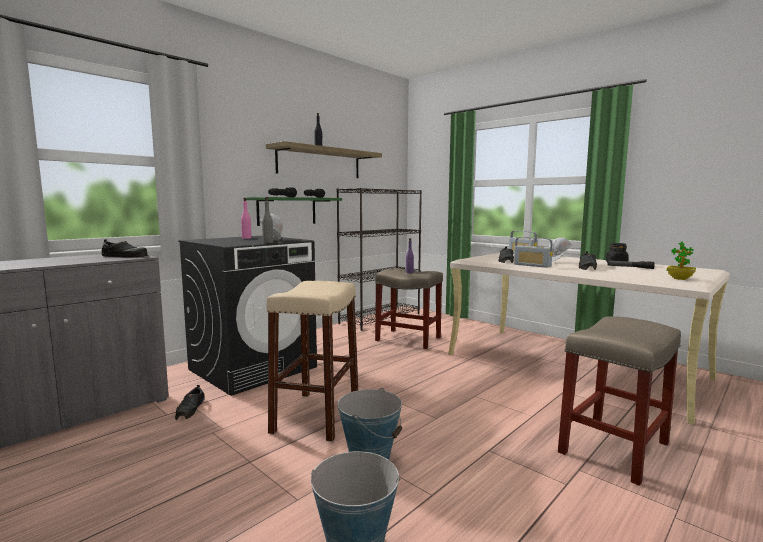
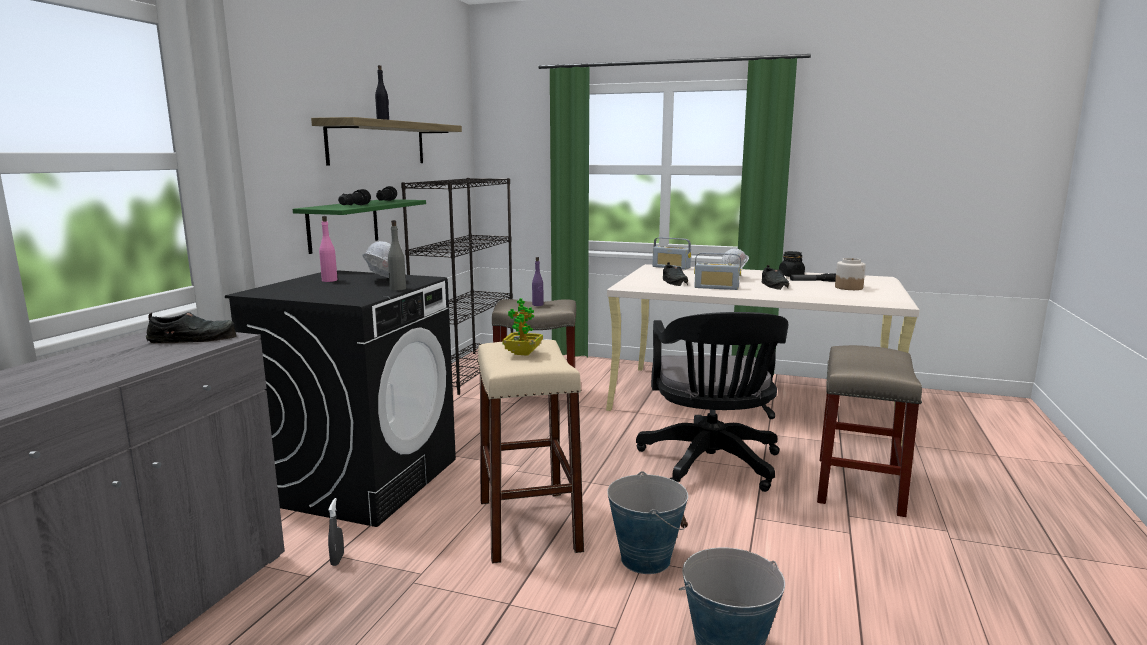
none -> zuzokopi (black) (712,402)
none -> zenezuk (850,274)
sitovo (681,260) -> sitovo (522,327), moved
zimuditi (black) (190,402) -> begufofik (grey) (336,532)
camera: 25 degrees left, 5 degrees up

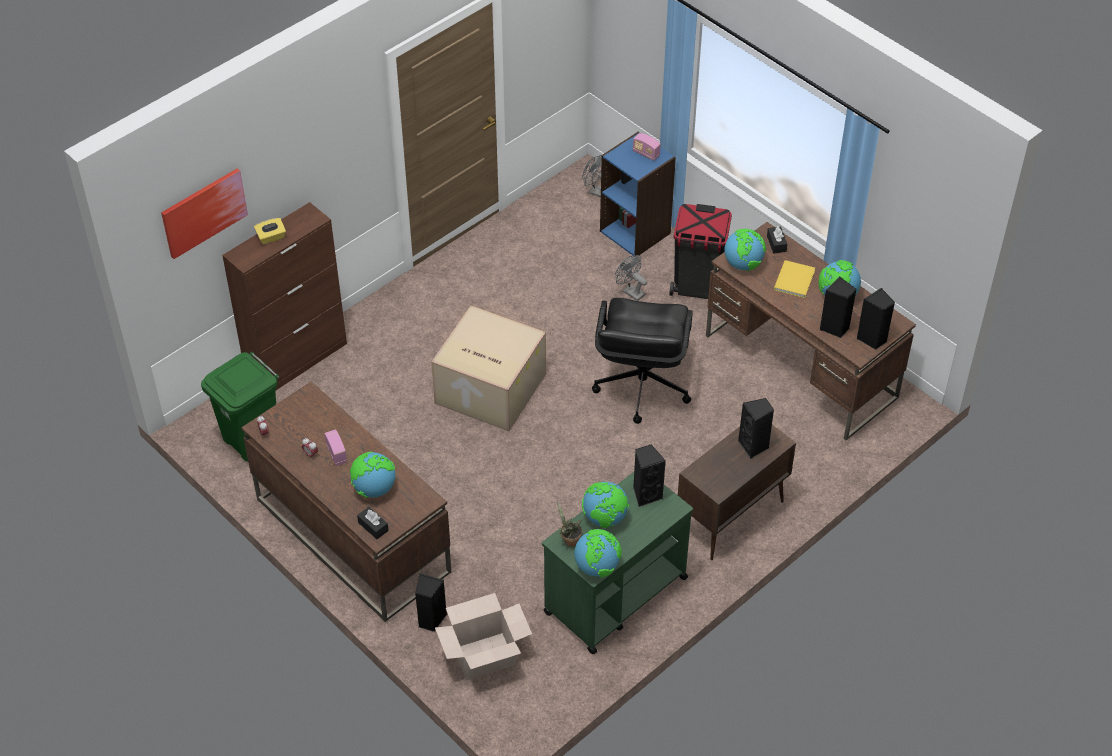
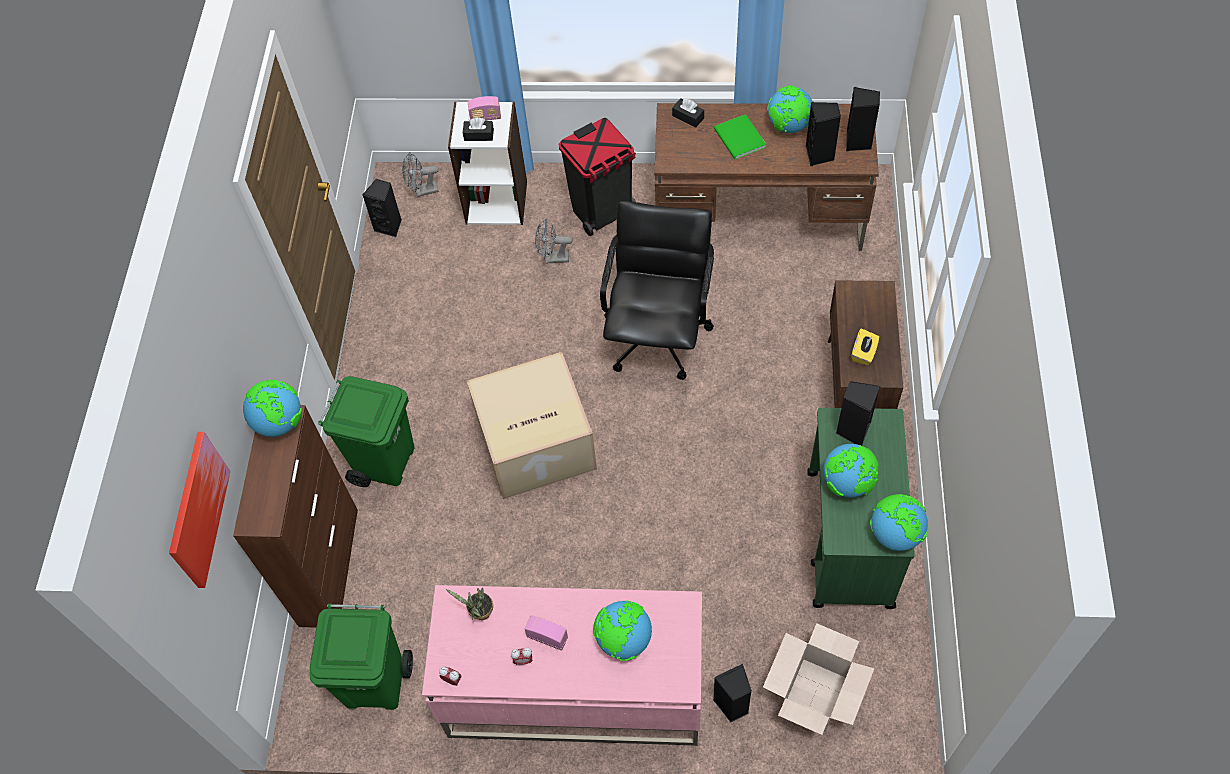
none -> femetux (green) (366,431)
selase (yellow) (270,231) -> selase (yellow) (865,346), moved
selase (black) (373,523) -> selase (black) (478,129), moved
sitovo (569,524) -> sitovo (469,604), moved
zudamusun (745,250) -> zudamusun (272,408), moved
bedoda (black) (756,428) -> bedoda (black) (382,208), moved
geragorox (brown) (346,502) -> geragorox (pink) (562,665)
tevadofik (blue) (638,194) -> tevadofik (white) (487,163)
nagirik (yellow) (794,279) -> nagirik (green) (740,136)
zuzokopi (black) (642,361) -> zuzokopi (black) (657,290), 135 degrees counterclockwise
camera: 40 degrees left, 10 degrees up

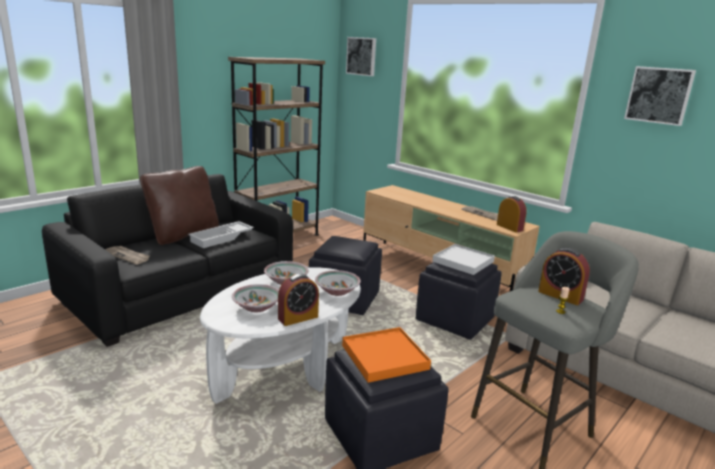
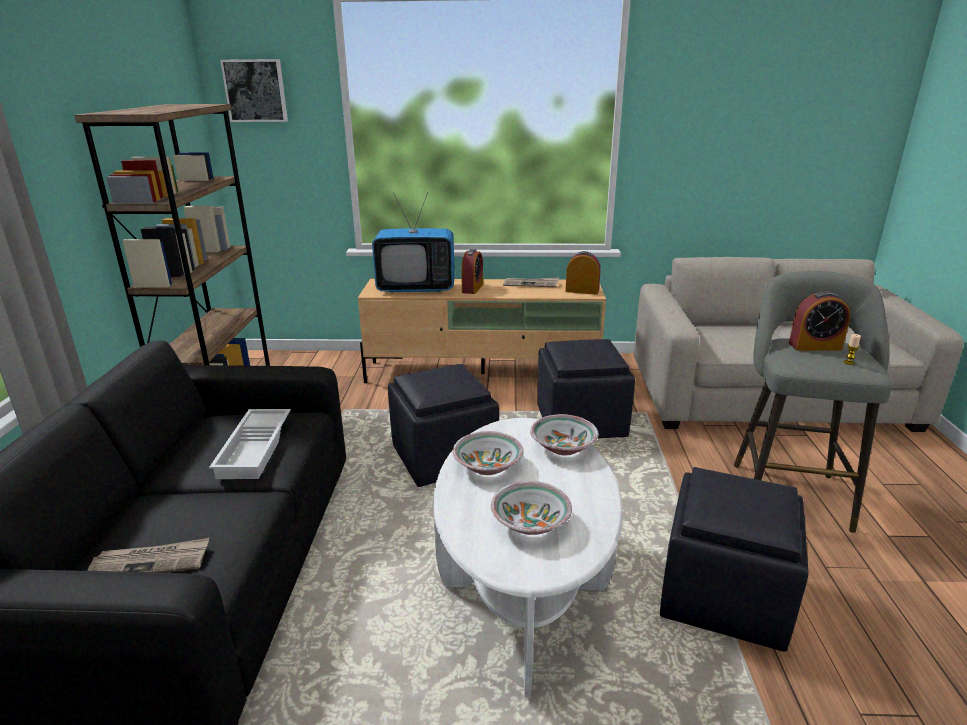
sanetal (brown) (179,205) -> none
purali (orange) (386,355) -> none
purali (white) (463,259) -> none
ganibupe (660,96) -> none
none -> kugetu (413,242)
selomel (298,300) -> selomel (472,271), moved
camera: 40 degrees left, 5 degrees up

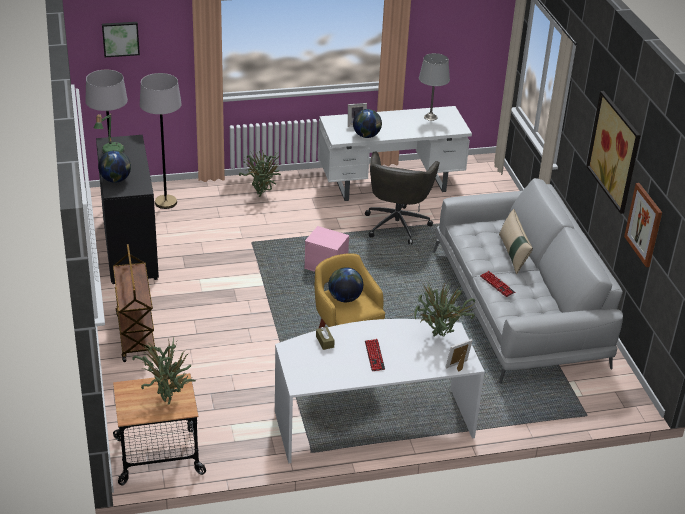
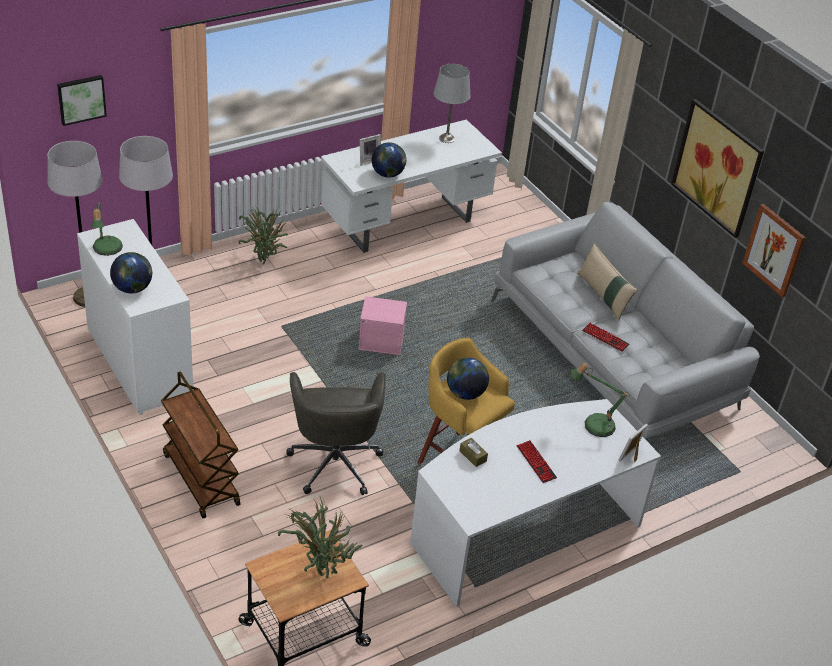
zuzokopi (grey) (402,198) -> zuzokopi (grey) (336,433), moved
sitovo (444,308) -> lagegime (600,400)
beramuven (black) (127,209) -> beramuven (white) (135,317)
camera: 20 degrees left, 5 degrees up

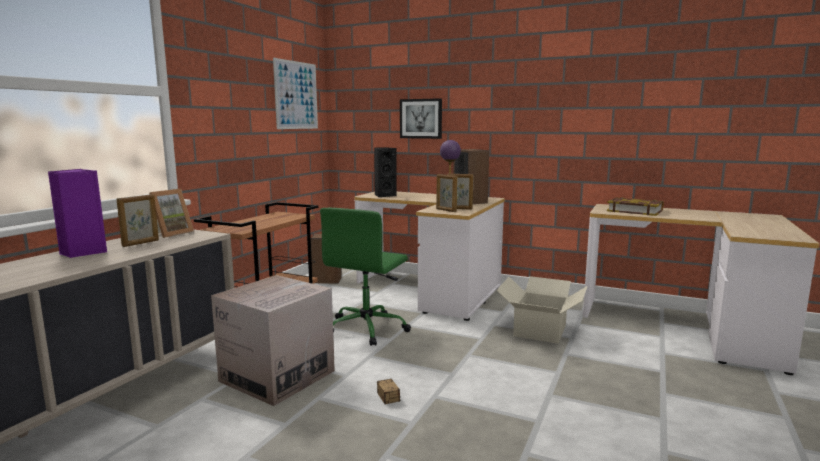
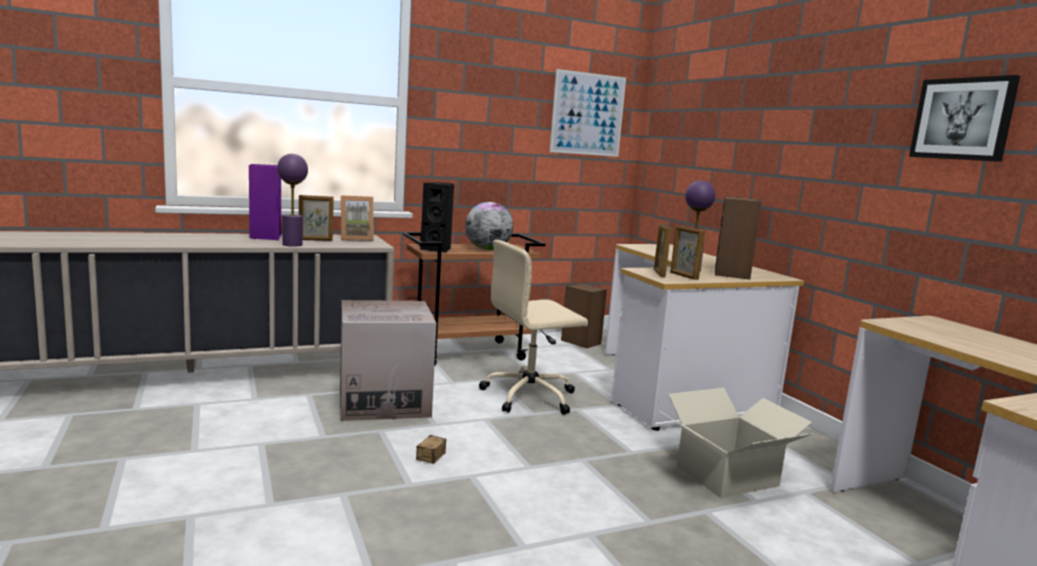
nagirik (635,206) -> none
none -> lagegime (purple) (292,200)
none -> zudamusun (489,226)
bedoda (black) (385,172) -> bedoda (black) (437,217), moved
ganibupe (421,118) -> ganibupe (964,118), moved
zuzokopi (green) (365,277) -> zuzokopi (beige) (533,327)
camera: 40 degrees right, 0 degrees up

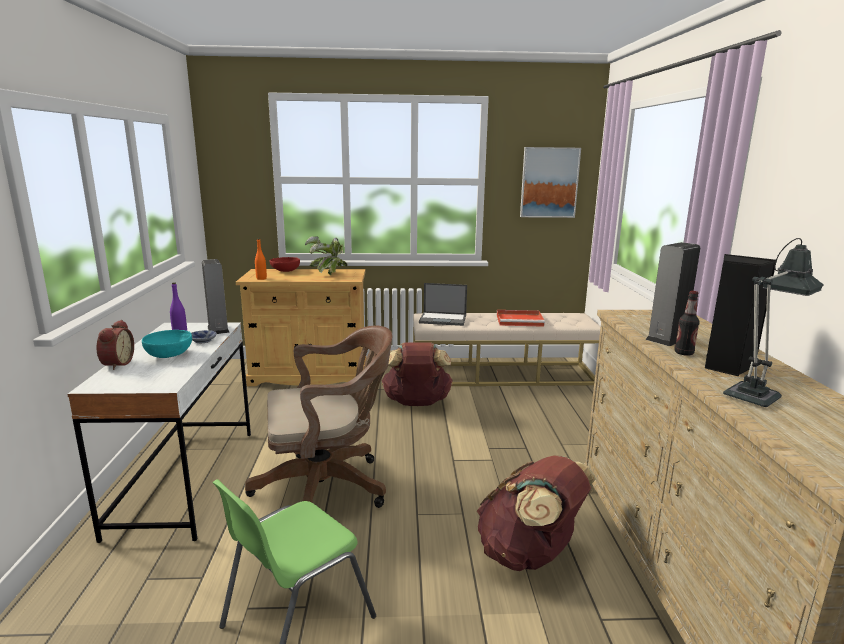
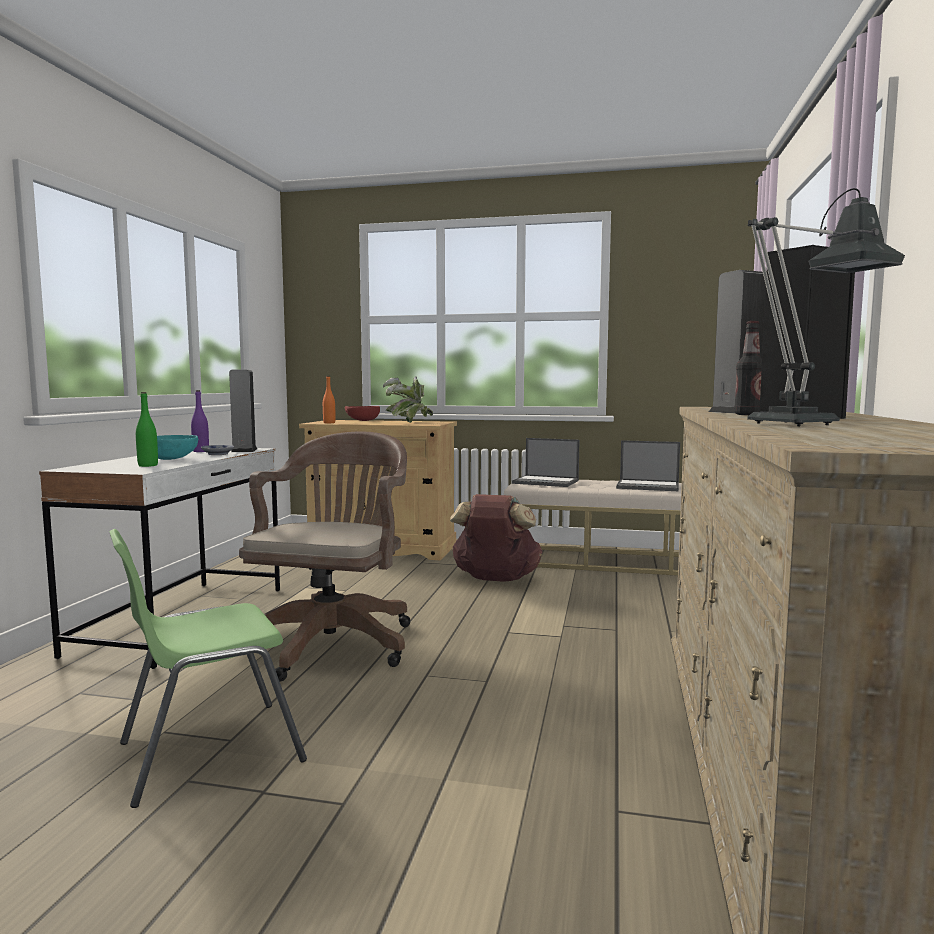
selomel (115,345) -> none
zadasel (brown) (536,513) -> none
ganibupe (550,182) -> none
none -> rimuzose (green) (147,429)
purali (red) (521,318) -> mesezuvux (648,465)
zuzokopi (brown) (319,417) -> zuzokopi (brown) (324,556), 75 degrees counterclockwise
camera: 15 degrees right, 10 degrees down

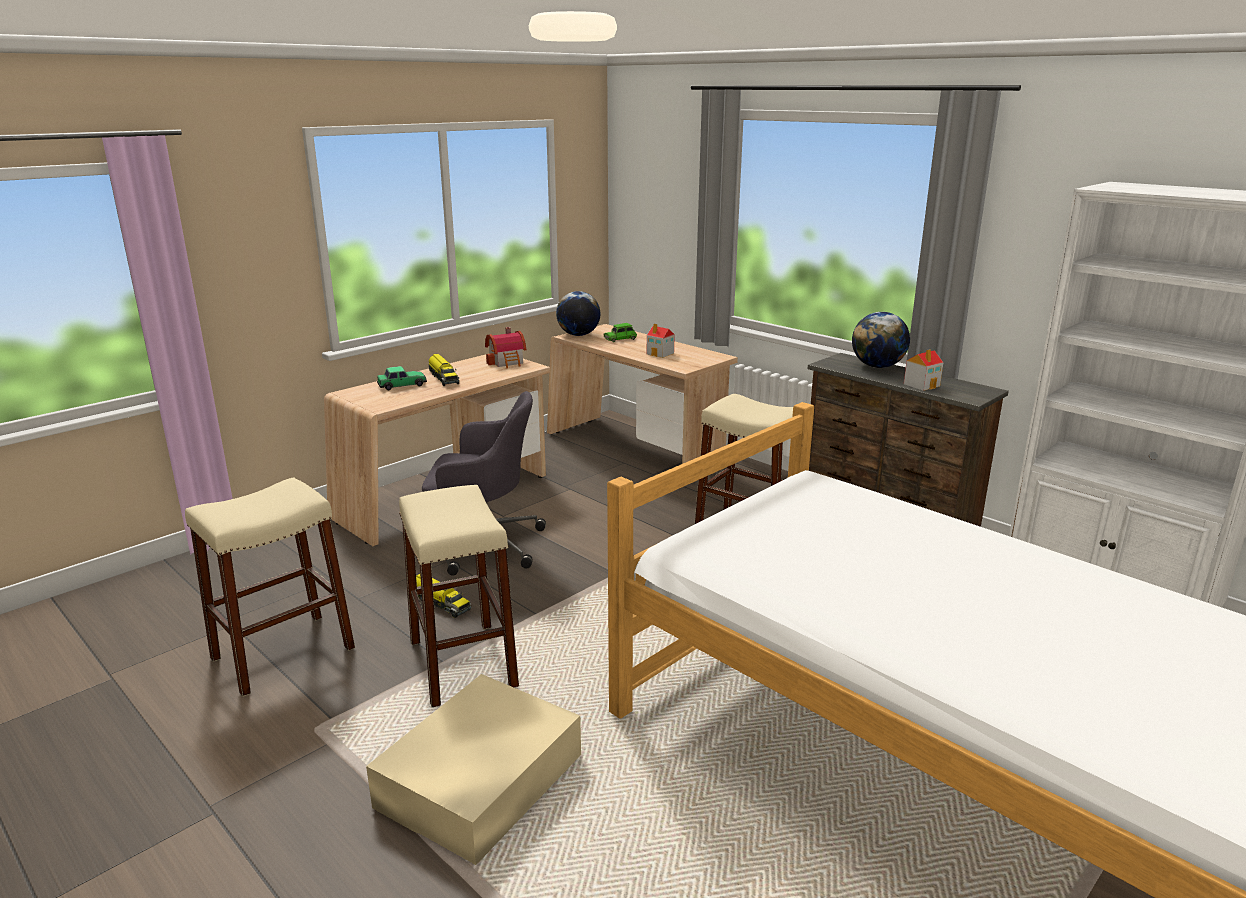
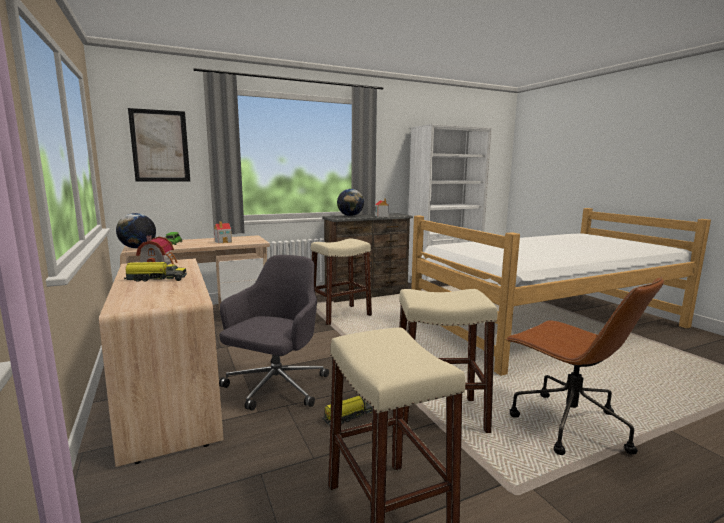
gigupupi (402,378) -> none
none -> ganibupe (159,145)
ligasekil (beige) (473,769) -> zuzokopi (brown) (584,366)
camera: 70 degrees left, 10 degrees down

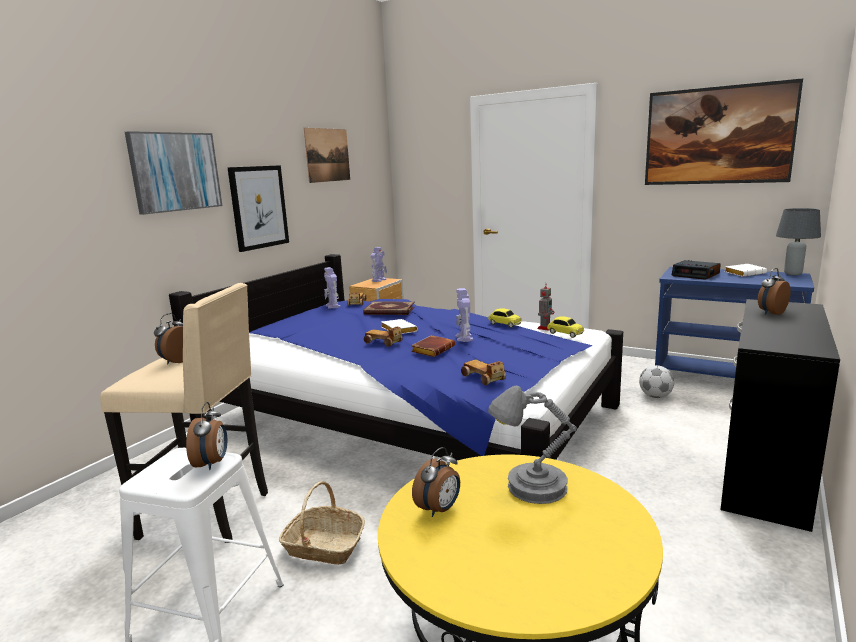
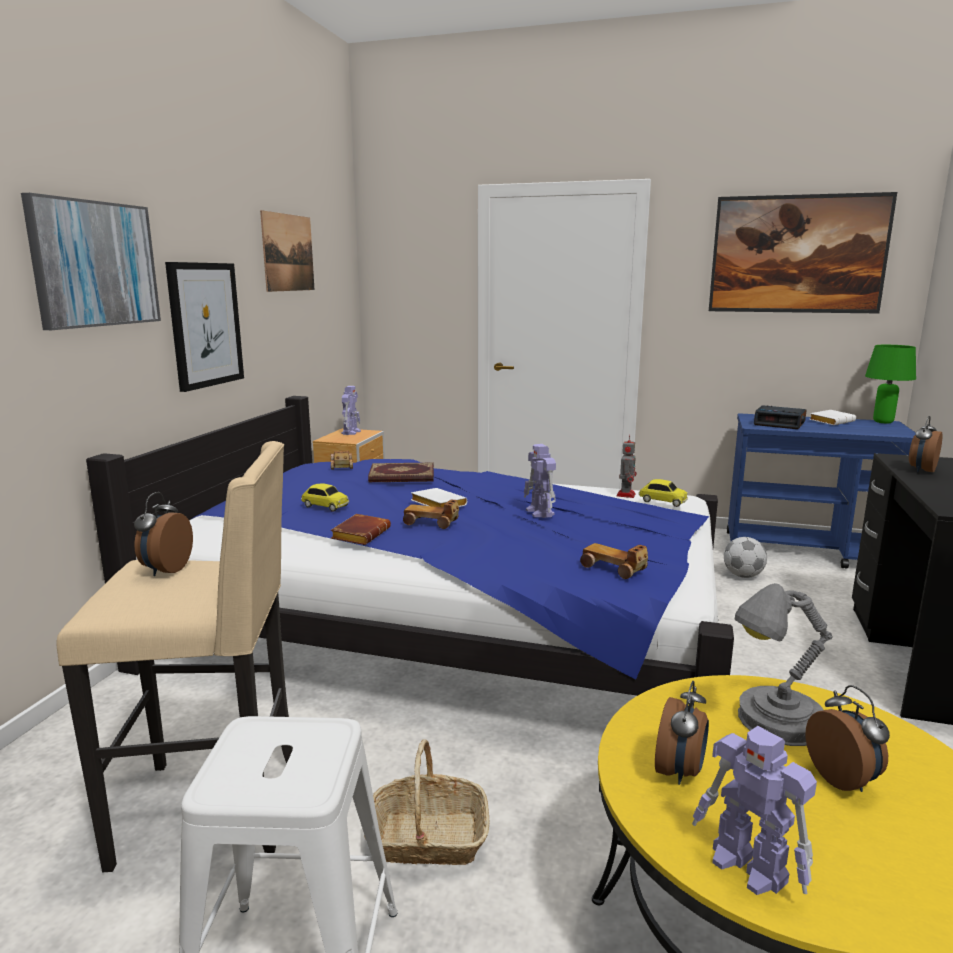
selomel (206,436) -> selomel (847,738), moved
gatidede (332,288) -> gatidede (754,810), moved
nagirik (brown) (433,346) -> nagirik (brown) (361,529), moved
gigupupi (505,318) -> gigupupi (325,497), moved
lagegime (grey) (798,241) -> lagegime (green) (890,384)
camera: 15 degrees left, 0 degrees up

